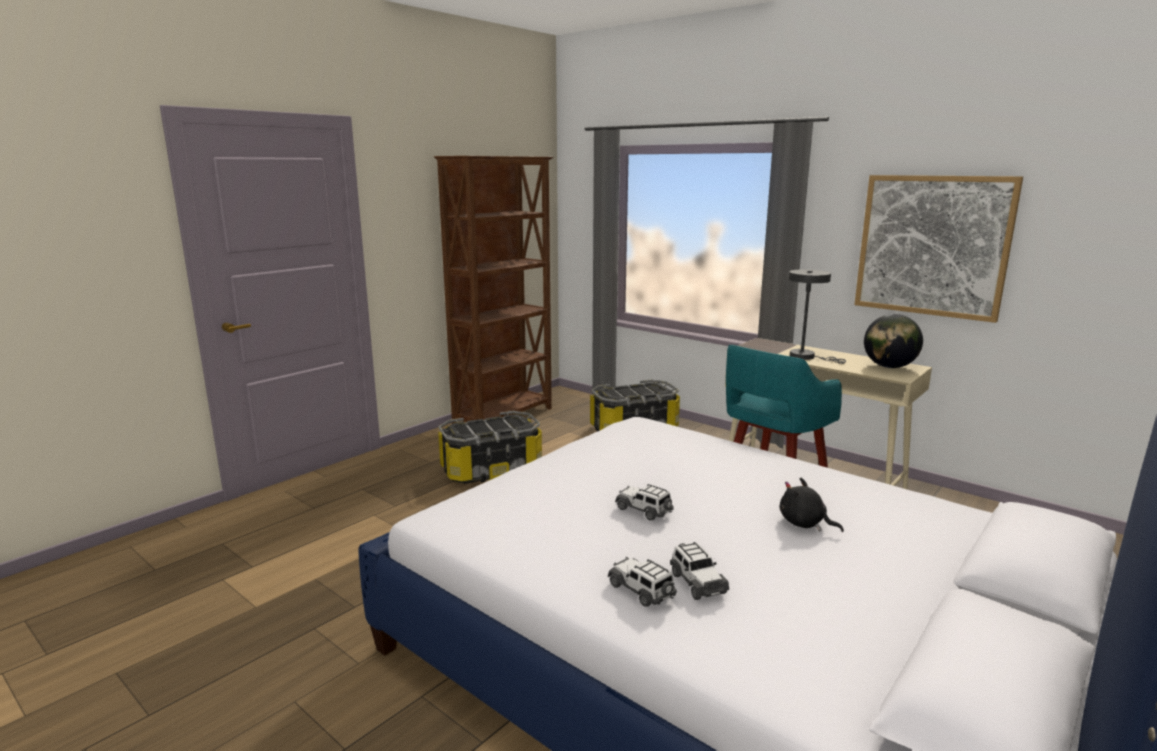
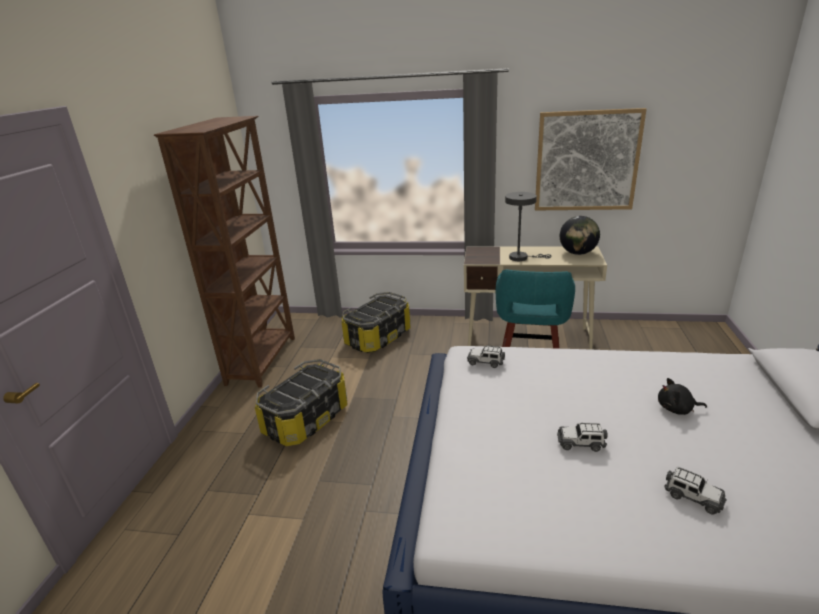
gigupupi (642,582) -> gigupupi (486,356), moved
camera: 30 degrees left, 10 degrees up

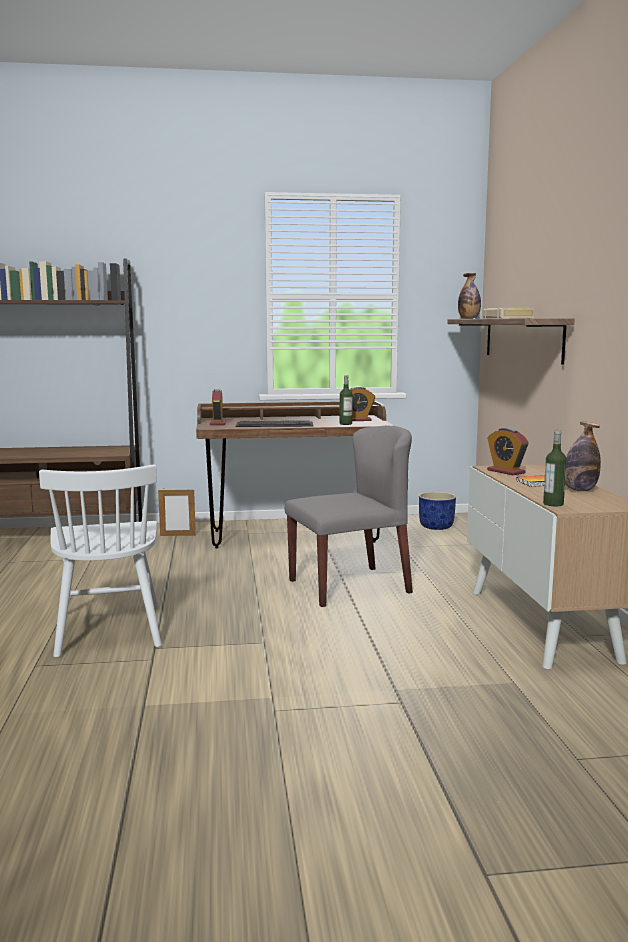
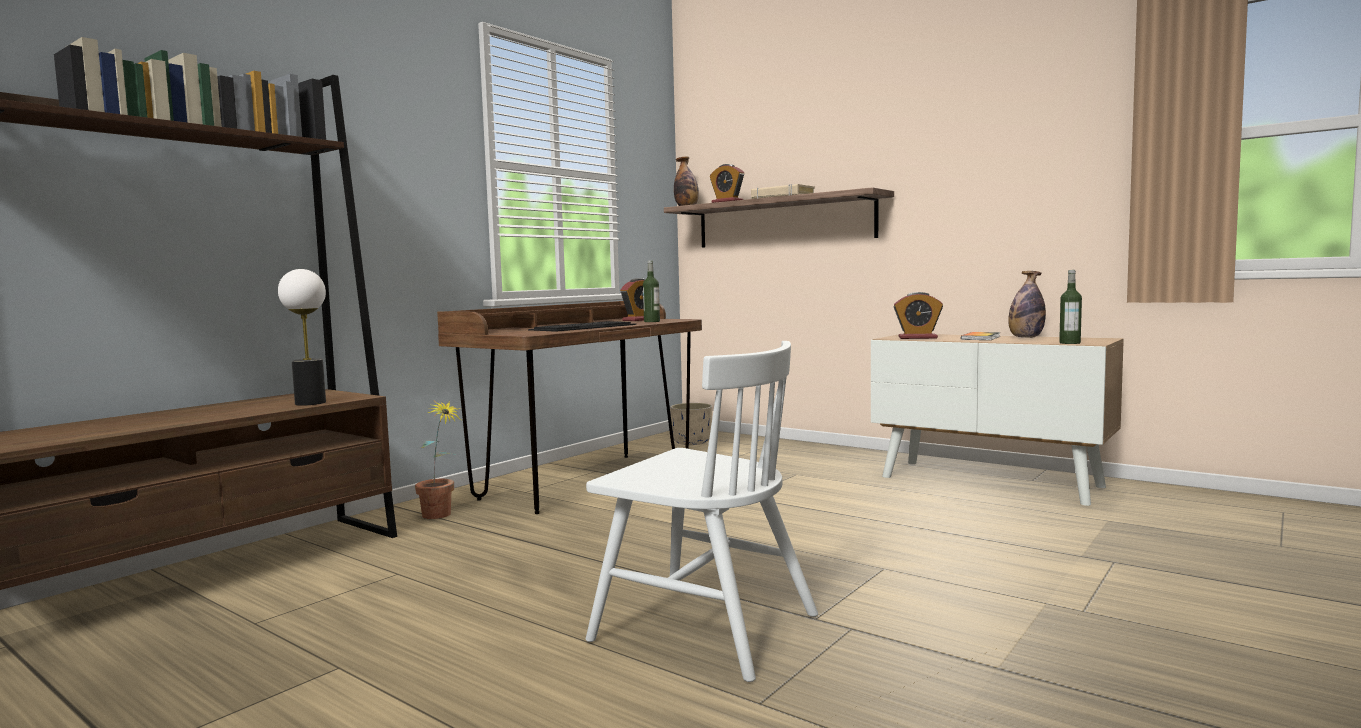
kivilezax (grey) (349,516) -> none
none -> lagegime (302,337)
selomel (218,407) -> selomel (727,183), moved
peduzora (177,512) -> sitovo (438,460)
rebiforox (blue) (437,511) -> rebiforox (beige) (691,424)
camera: 45 degrees left, 5 degrees down

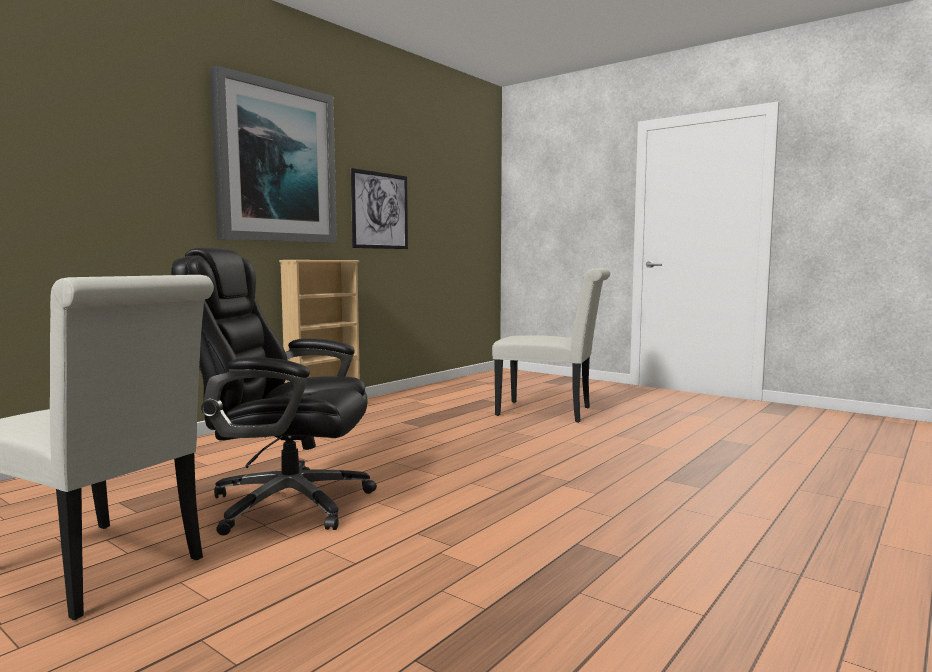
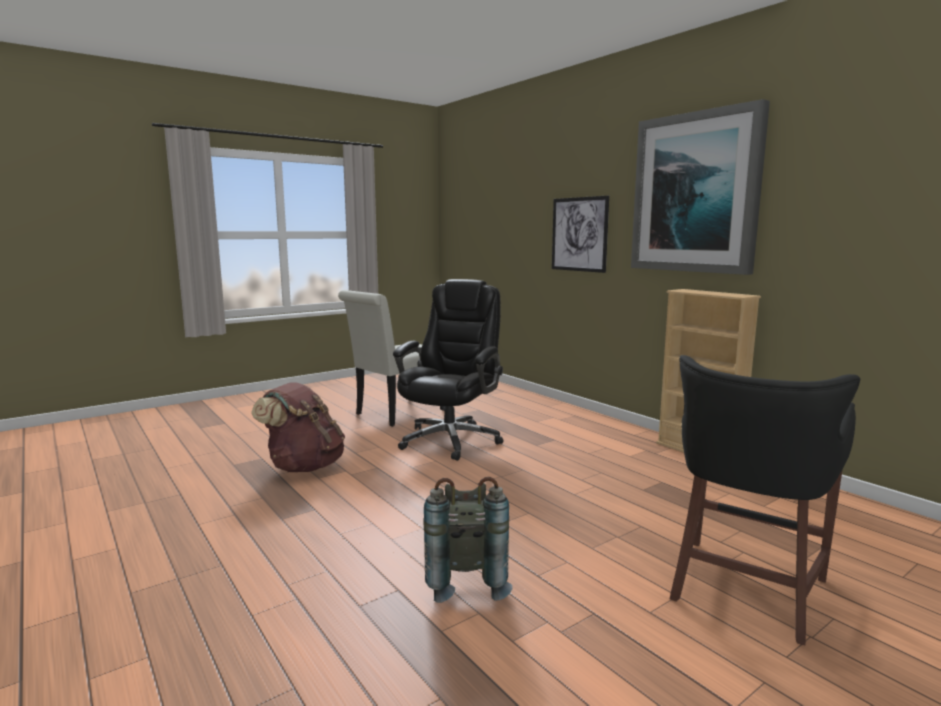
none -> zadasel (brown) (298,427)
none -> zadasel (grey) (468,540)
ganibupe (379,208) -> ganibupe (580,234), moved
kivilezax (white) (551,345) -> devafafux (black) (765,500)
camera: 105 degrees right, 5 degrees up

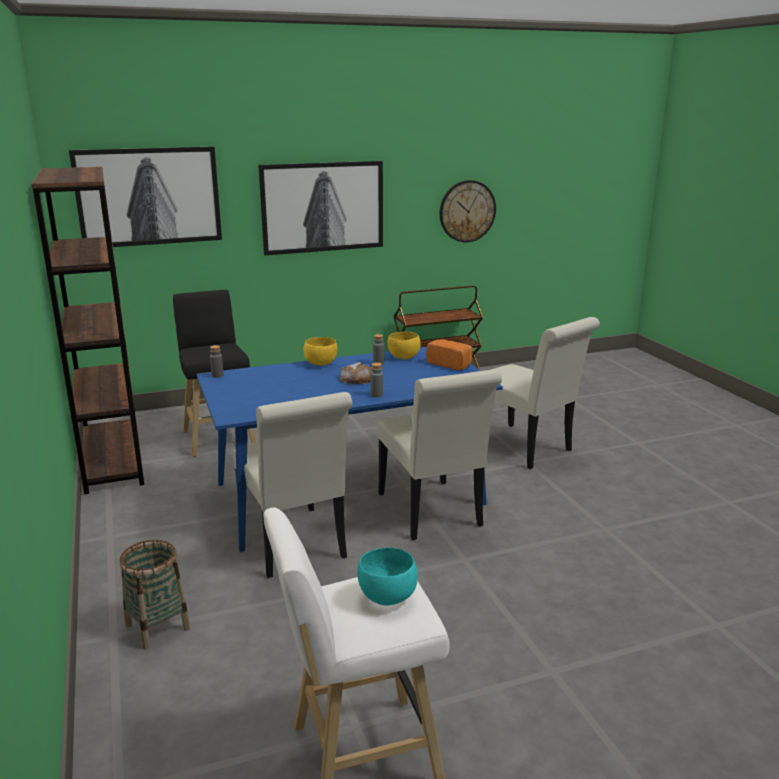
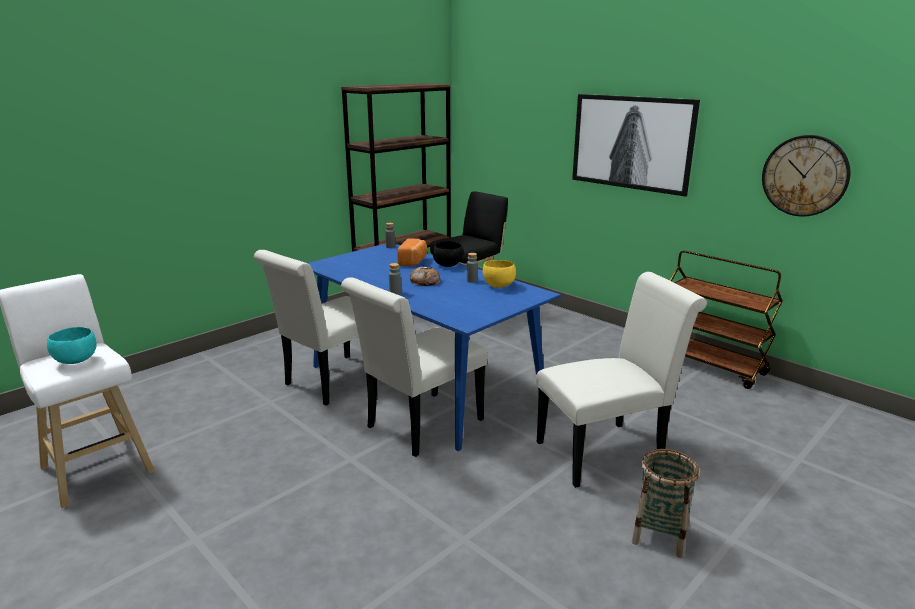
ganibupe (145,197) -> none
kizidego (155,595) -> kizidego (665,503), moved
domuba (449,355) -> domuba (412,252), moved
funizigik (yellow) (320,351) -> funizigik (black) (448,254)
kivilezax (white) (545,393) -> kivilezax (white) (621,380), 135 degrees counterclockwise
camera: 65 degrees right, 0 degrees up

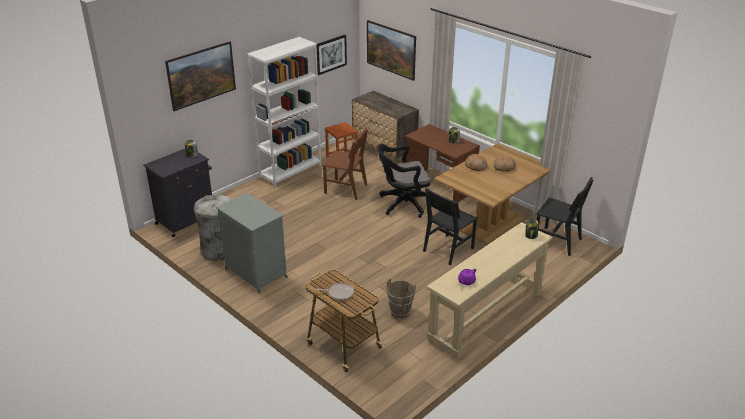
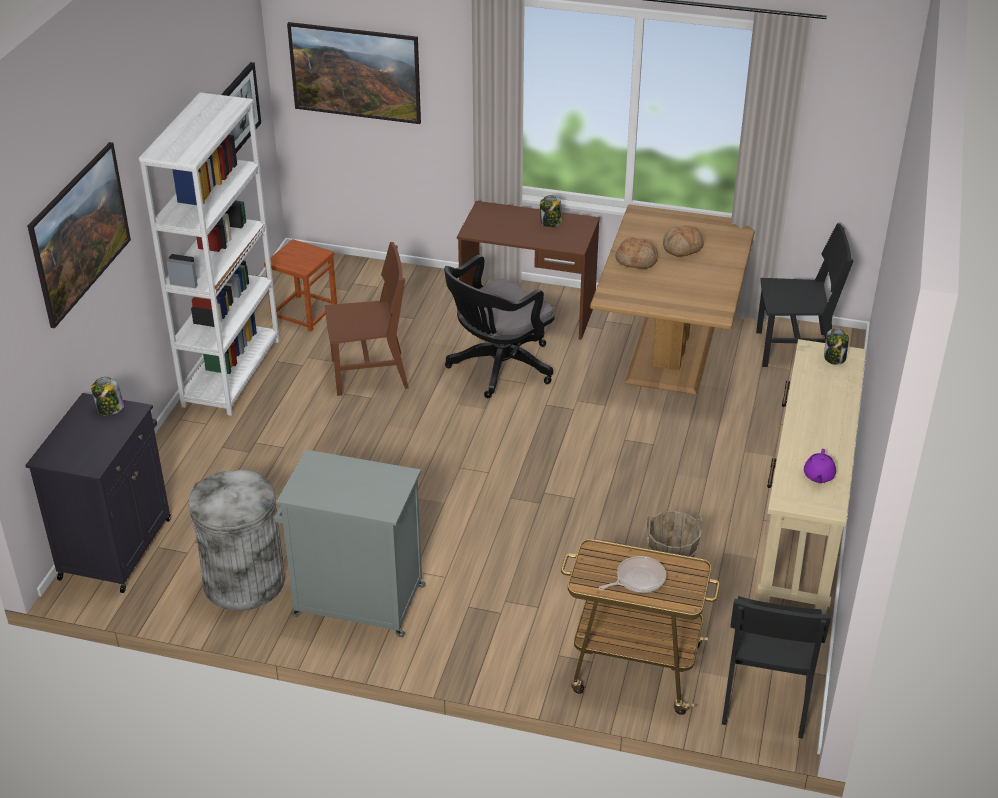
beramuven (385,127) -> none
kivilezax (black) (450,226) -> kivilezax (black) (776,667), moved
camera: 30 degrees left, 5 degrees up

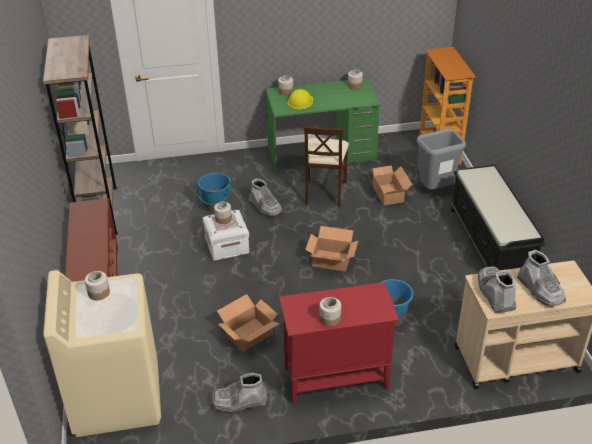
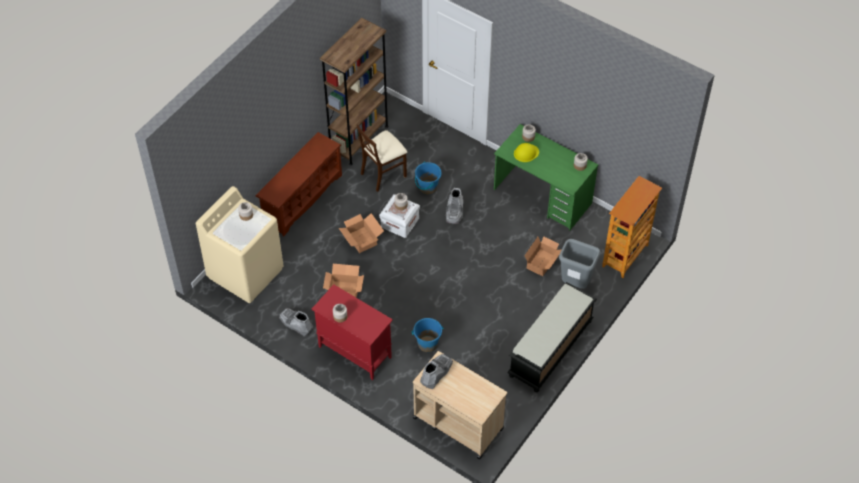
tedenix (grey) (541,278) -> none
kivilezax (beige) (326,166) -> kivilezax (beige) (382,158), moved
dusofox (331,249) -> dusofox (361,233), moved
camera: 45 degrees right, 15 degrees up

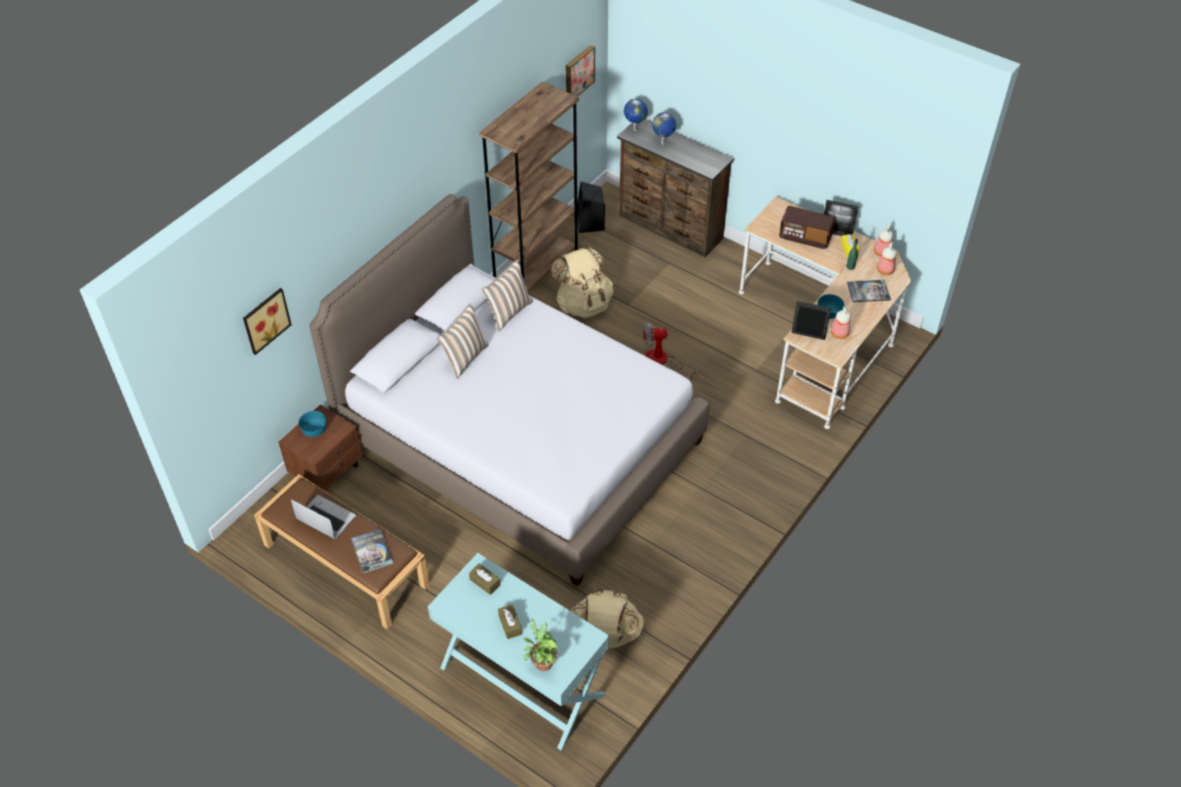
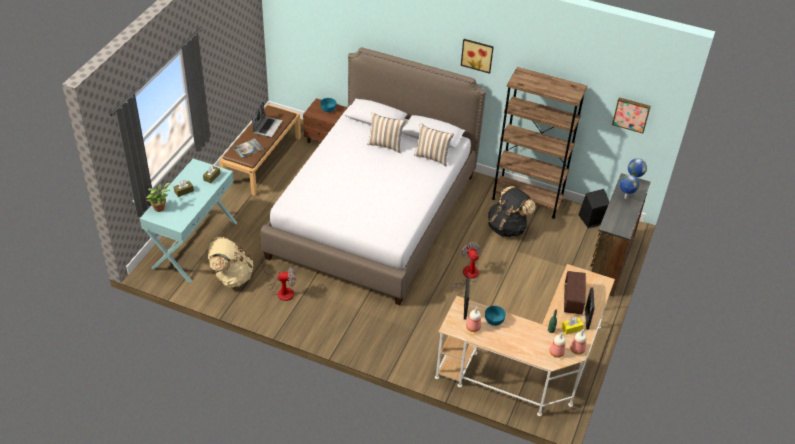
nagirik (869,291) -> none
none -> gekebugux (277,281)
ganibupe (267,321) -> ganibupe (477,56), moved
zadasel (beige) (582,282) -> zadasel (black) (512,211)
camera: 75 degrees right, 5 degrees down

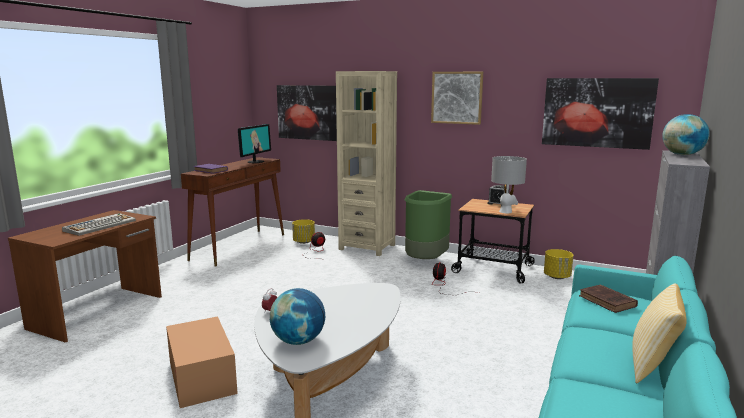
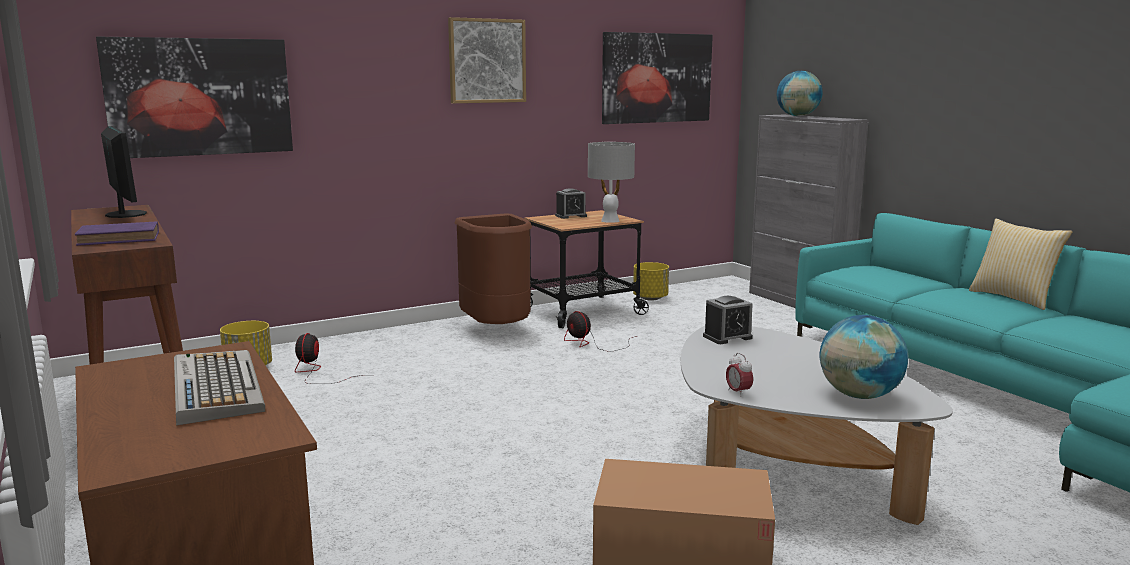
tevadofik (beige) (366,163) -> none
nagirik (brown) (608,298) -> none
none -> selomel (728,320)
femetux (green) (428,224) -> femetux (brown) (493,269)
camera: 55 degrees left, 0 degrees up

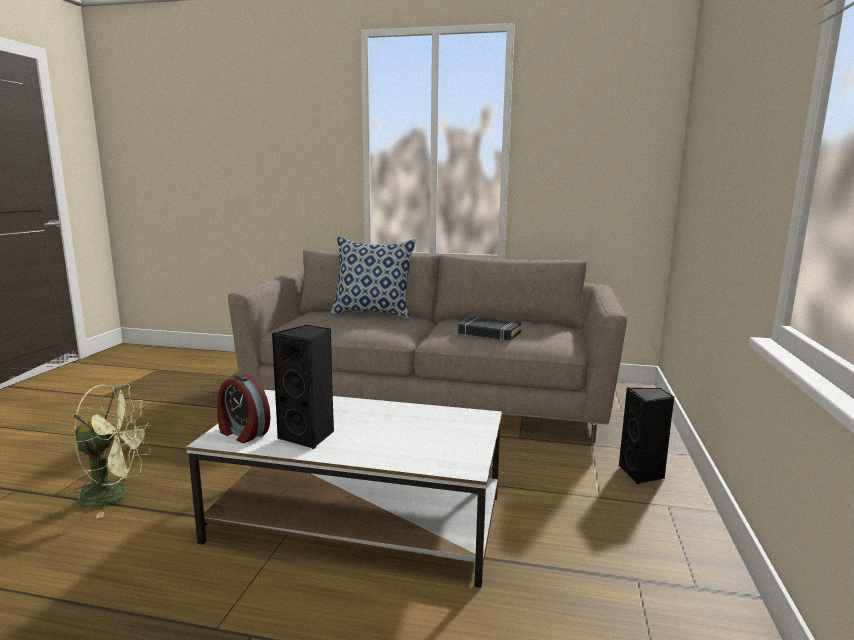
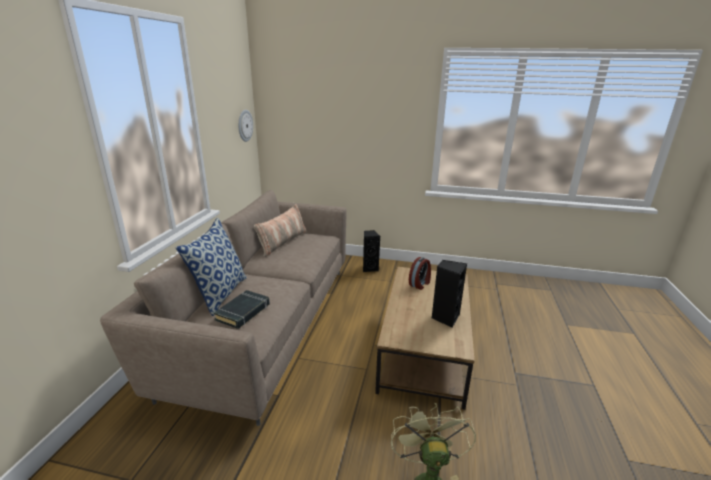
none -> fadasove (245,126)
none -> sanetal (280,230)
selomel (244,408) -> selomel (420,273), moved
nagirik (black) (489,328) -> nagirik (black) (242,309), moved
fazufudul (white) (344,489) -> fazufudul (brown) (424,338)
camera: 90 degrees left, 10 degrees up

